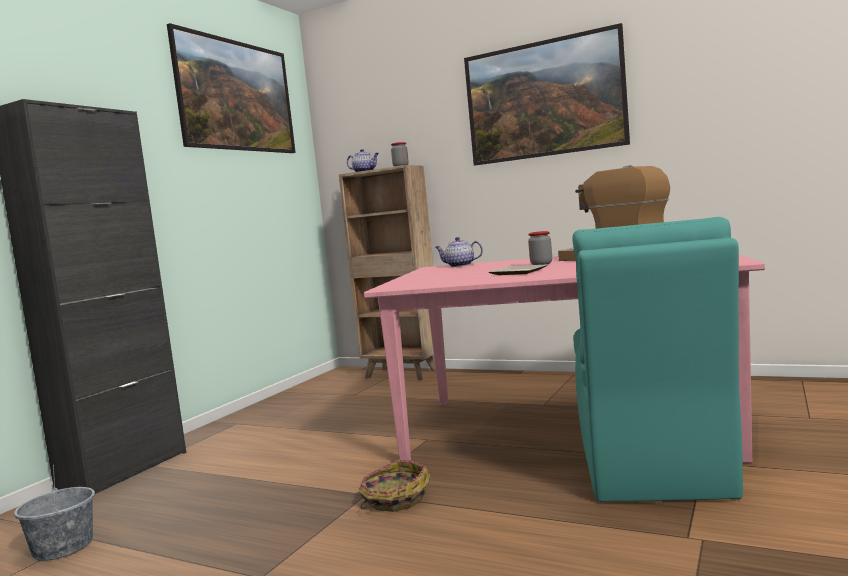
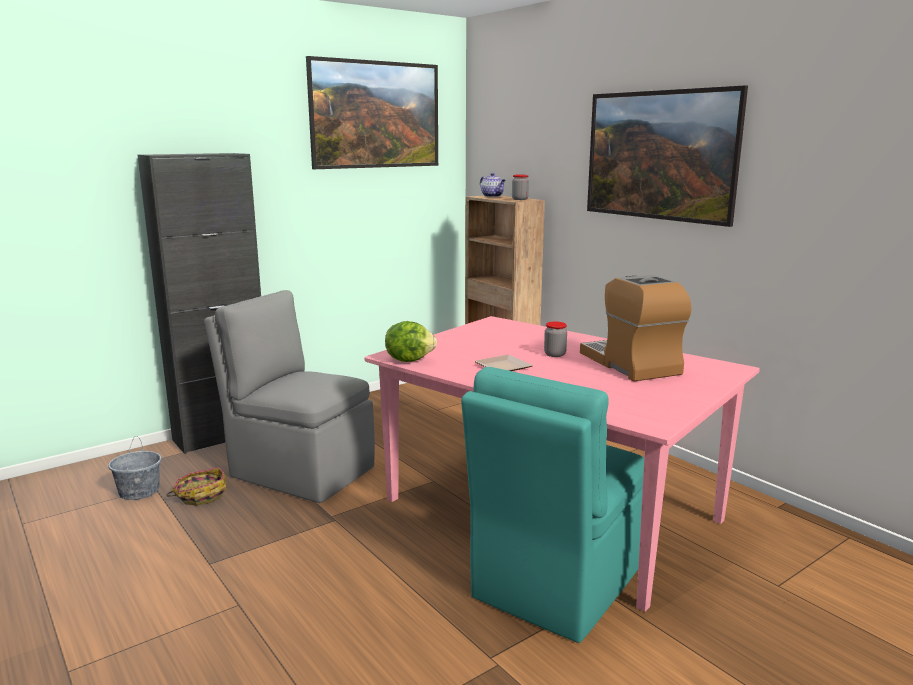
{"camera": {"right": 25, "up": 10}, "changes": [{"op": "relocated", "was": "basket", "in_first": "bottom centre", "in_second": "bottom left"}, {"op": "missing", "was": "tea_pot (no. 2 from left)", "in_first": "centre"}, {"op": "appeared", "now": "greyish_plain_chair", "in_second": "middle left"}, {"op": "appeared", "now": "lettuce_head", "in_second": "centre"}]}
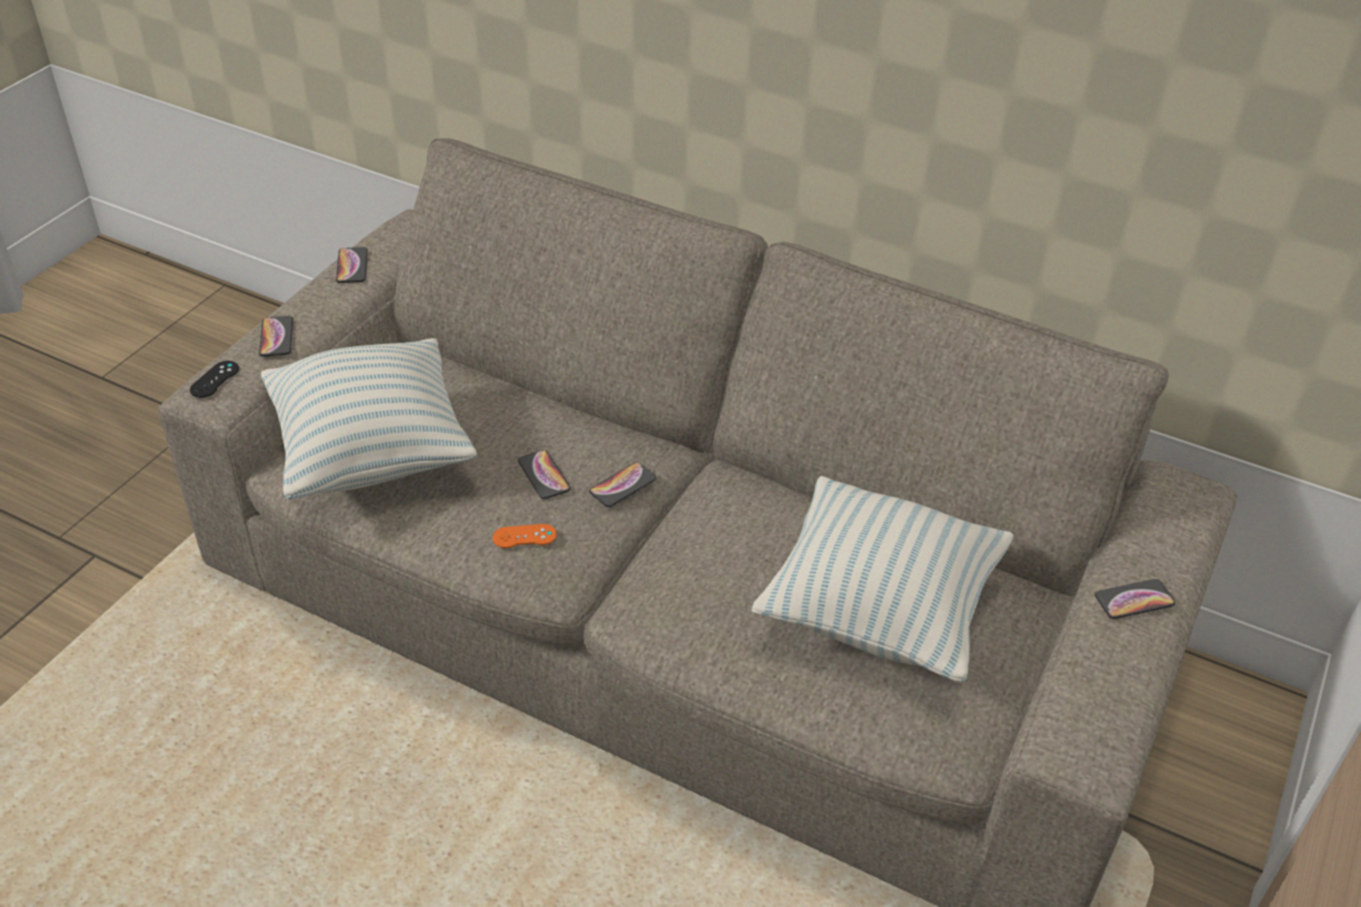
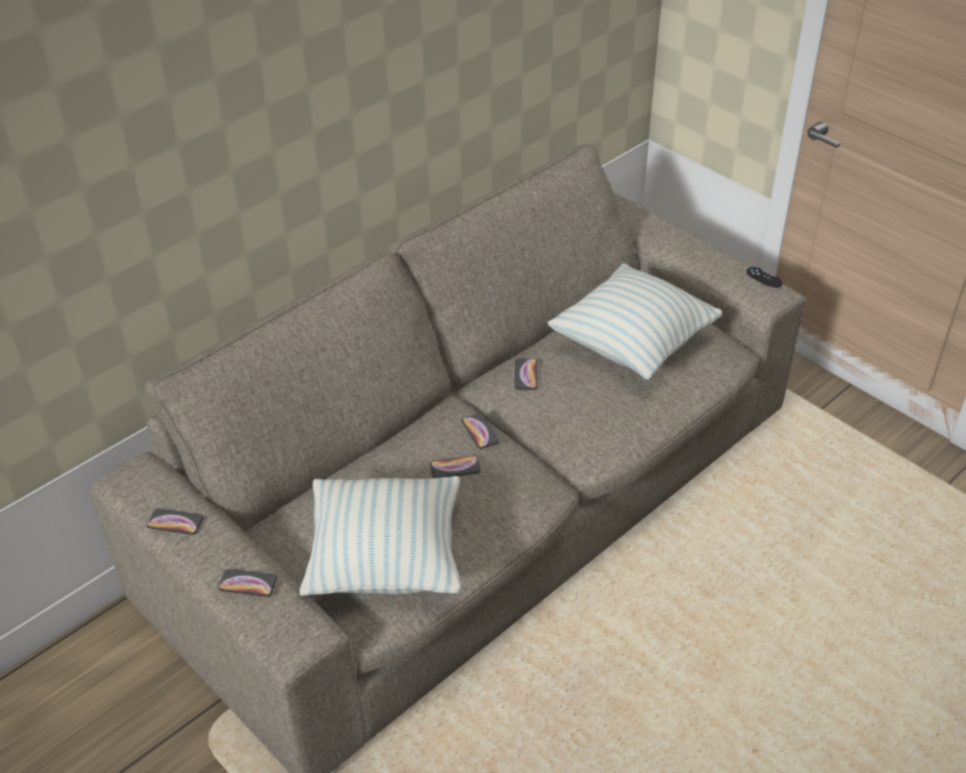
{"camera": {"right": -70, "up": 0}, "changes": [{"op": "relocated", "was": "blackish_gamepad", "in_first": "middle left", "in_second": "middle right"}, {"op": "missing", "was": "orange-coloured_gamepad", "in_first": "centre"}, {"op": "relocated", "was": "handset (no. 5 from left)", "in_first": "middle right", "in_second": "centre"}]}
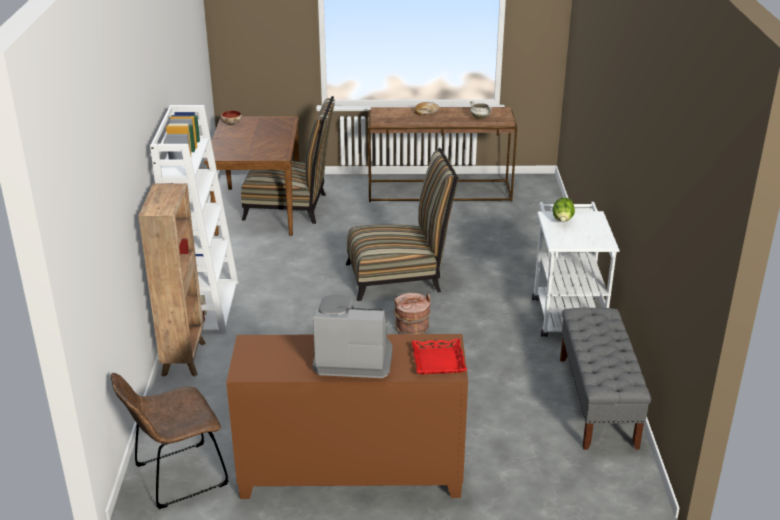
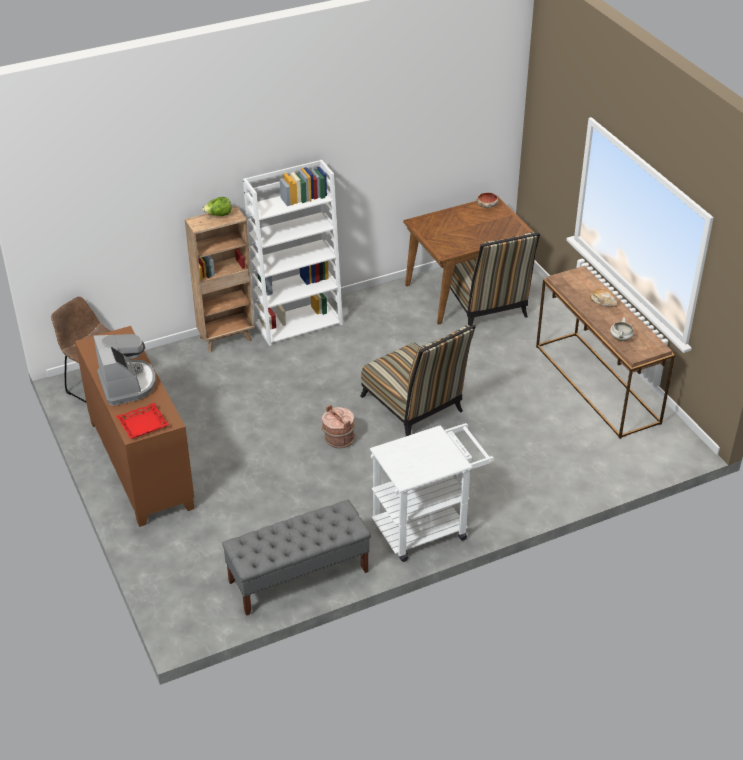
{"camera": {"right": 65, "up": 10}, "changes": [{"op": "relocated", "was": "lettuce_head", "in_first": "middle right", "in_second": "top left"}]}
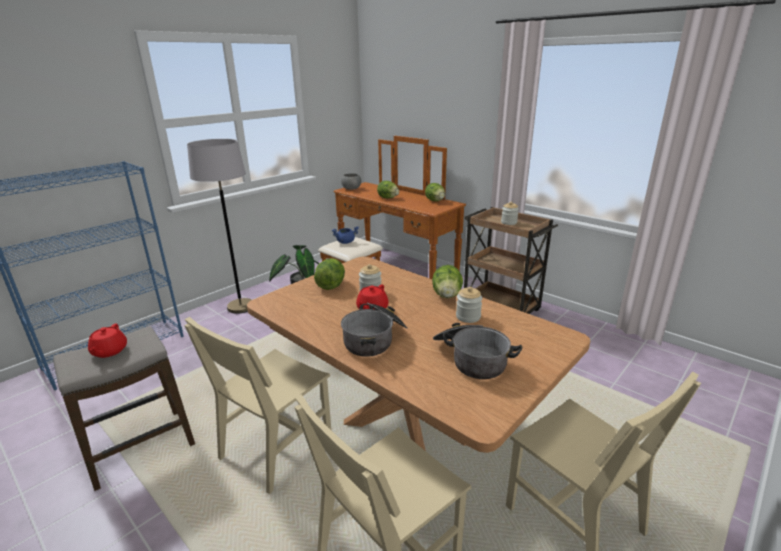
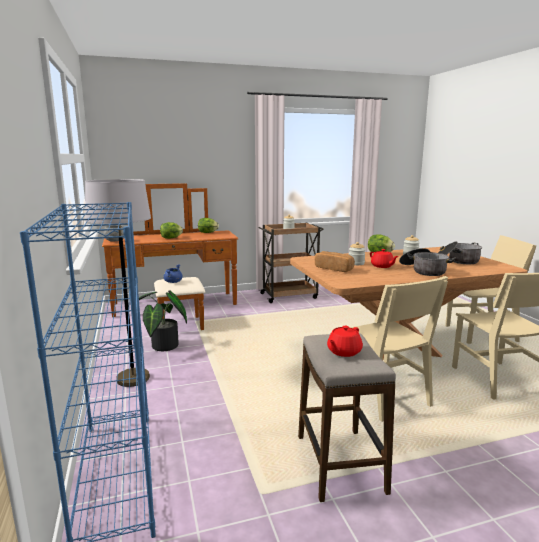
{"camera": {"right": -60, "up": -10}, "changes": [{"op": "spun", "was": "reddish_tea_pot (no. 1 from left)", "in_first": "middle left", "in_second": "centre", "clockwise": 105}, {"op": "exchanged", "was": "lettuce_head (no. 1 from left)", "now": "bread", "in_first": "centre", "in_second": "centre"}]}
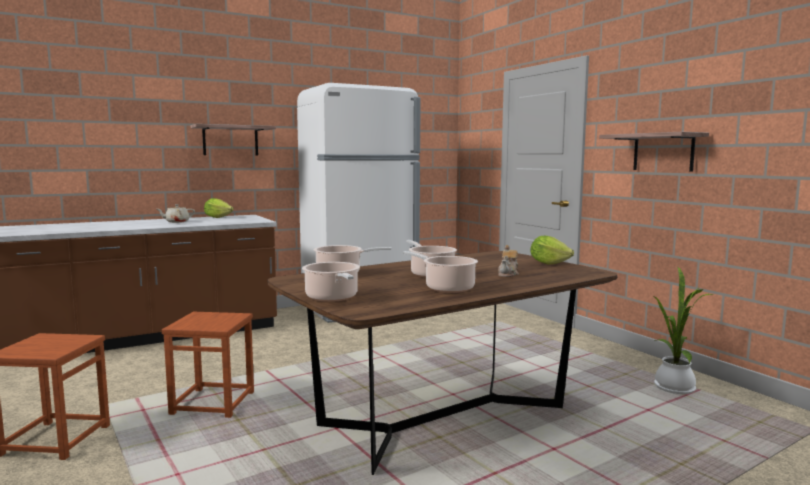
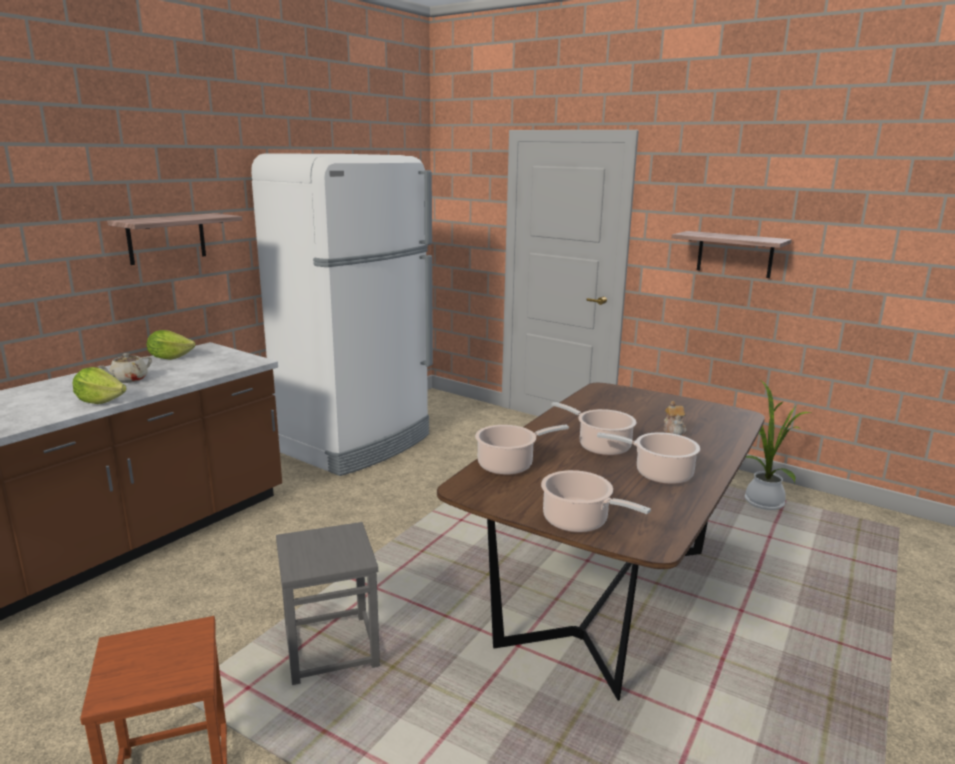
{"camera": {"right": -25, "up": 10}, "changes": [{"op": "colour", "was": "brown_sitting_stool (no. 2 from left)", "now": "greyish_sitting_stool", "in_first": "bottom left", "in_second": "bottom centre"}, {"op": "relocated", "was": "lettuce_head (no. 2 from left in the first image)", "now": "lettuce_head (no. 1 from left)", "in_first": "middle right", "in_second": "middle left"}]}
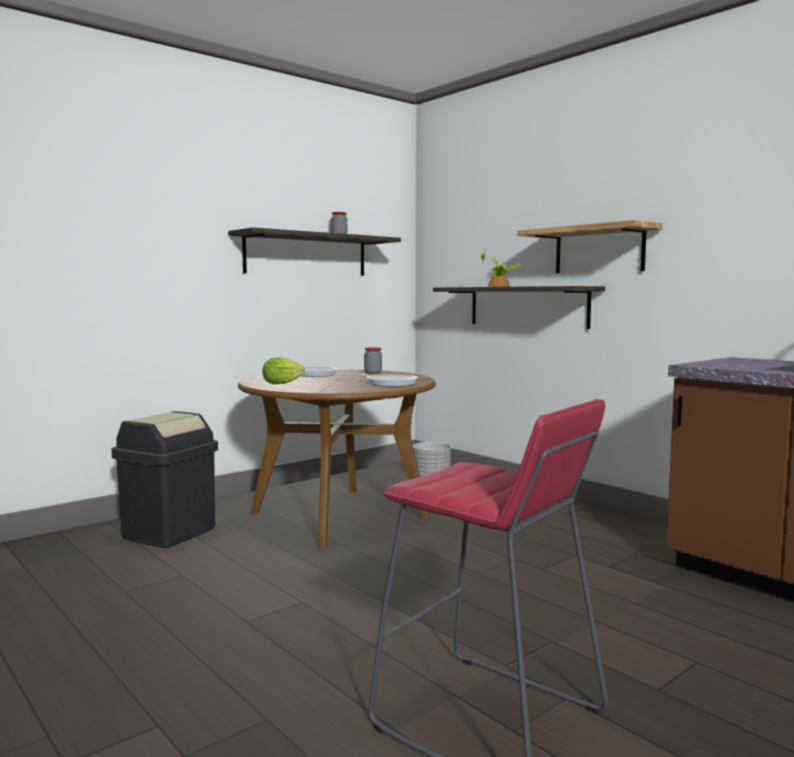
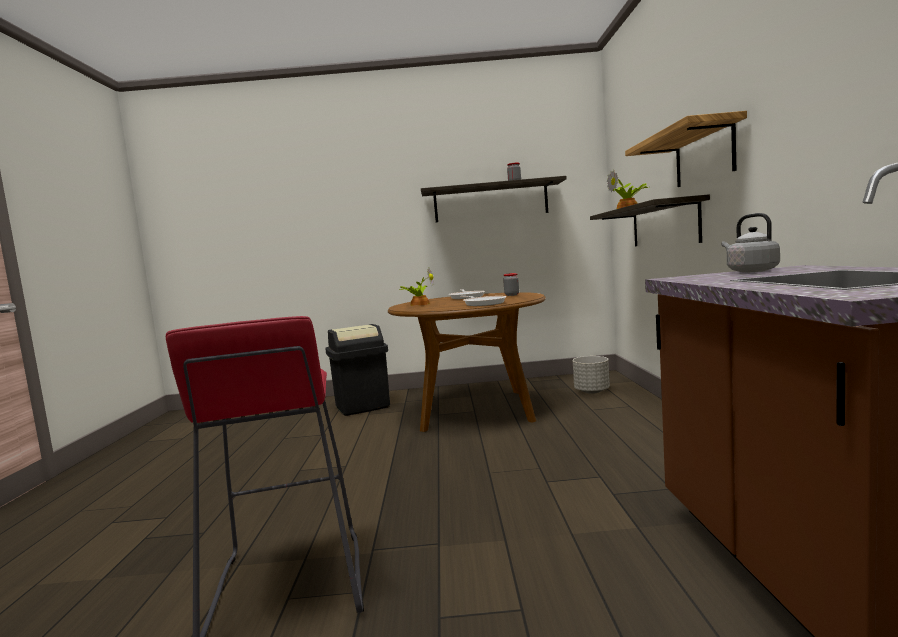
{"camera": {"right": 40, "up": 0}, "changes": [{"op": "exchanged", "was": "lettuce_head", "now": "plant_in_a_pot (no. 1 from left)", "in_first": "centre", "in_second": "centre"}, {"op": "appeared", "now": "greyish_water_kettle", "in_second": "middle right"}]}
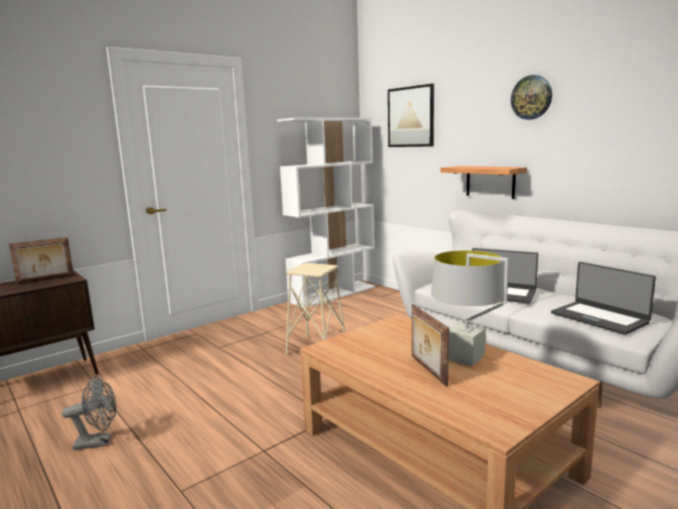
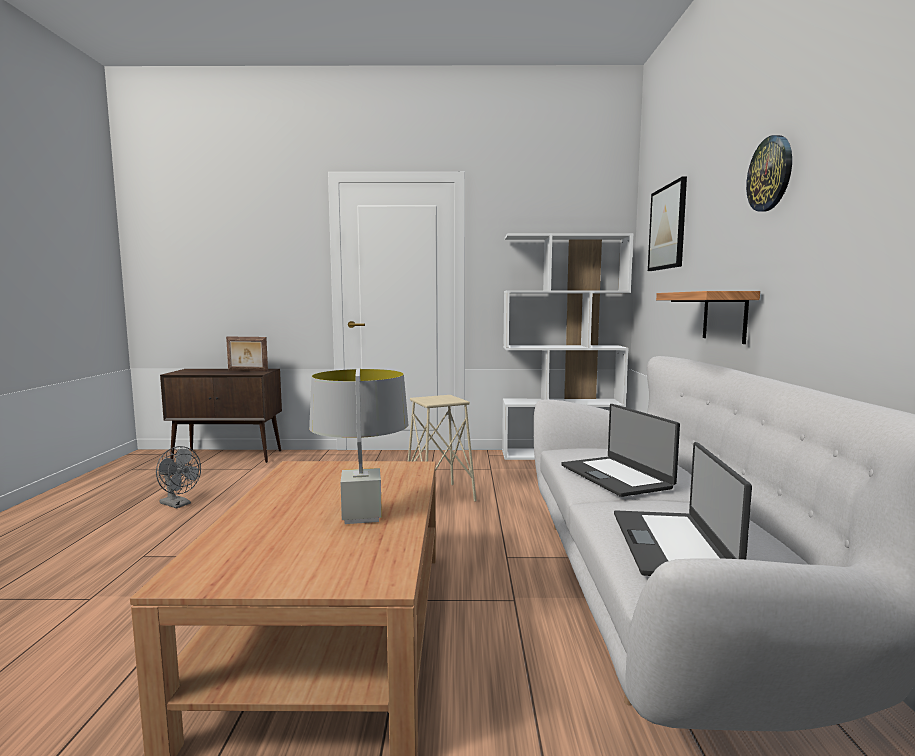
{"camera": {"right": 40, "up": -5}, "changes": [{"op": "missing", "was": "photo_frame (no. 2 from left)", "in_first": "bottom centre"}]}
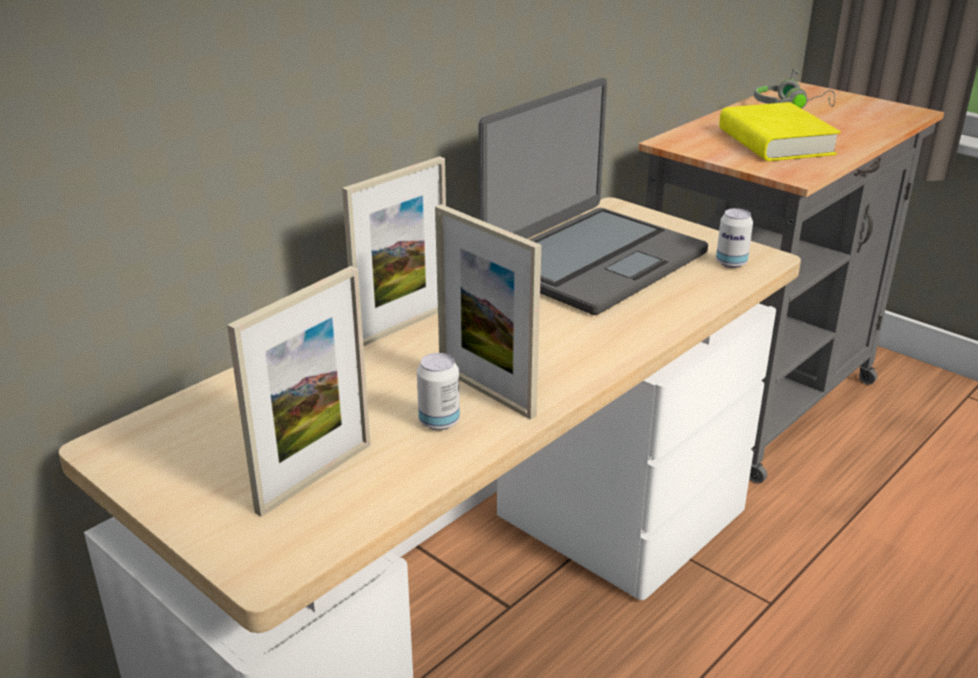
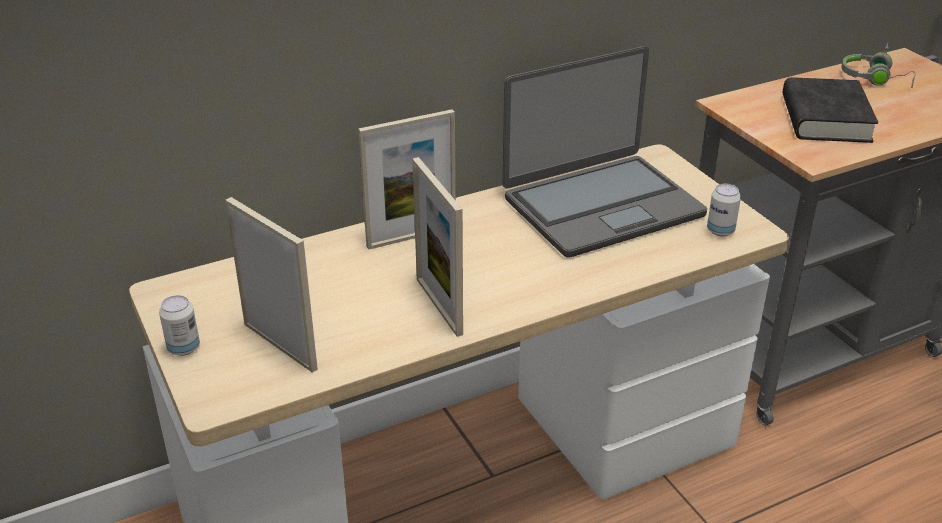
{"camera": {"right": 20, "up": 5}, "changes": [{"op": "spun", "was": "photo_frame (no. 1 from left)", "in_first": "middle left", "in_second": "middle left", "clockwise": -105}, {"op": "relocated", "was": "sealed_can (no. 1 from left)", "in_first": "centre", "in_second": "middle left"}, {"op": "colour", "was": "yellow-coloured_volume", "now": "blackish_volume", "in_first": "top right", "in_second": "top right"}]}
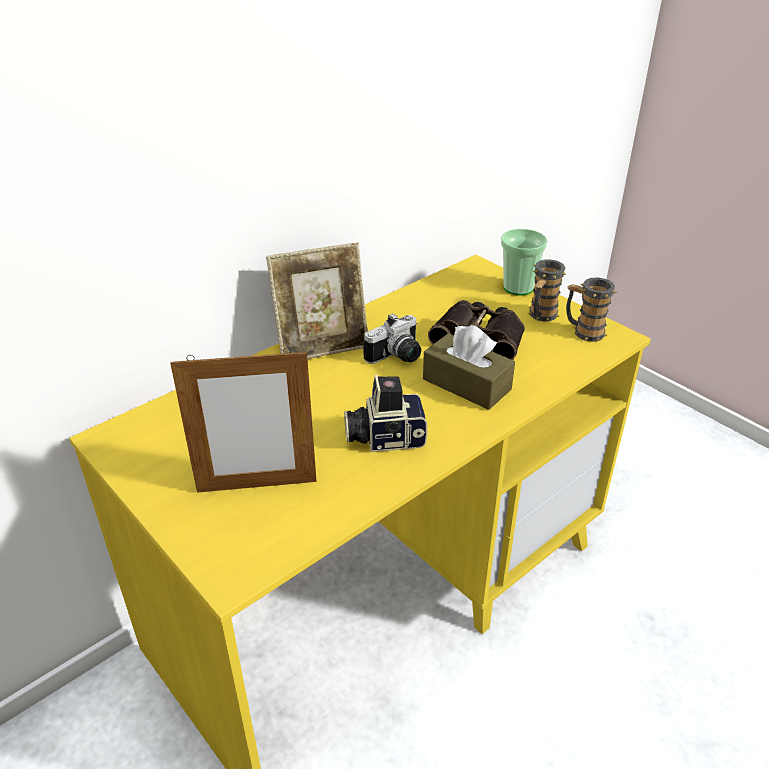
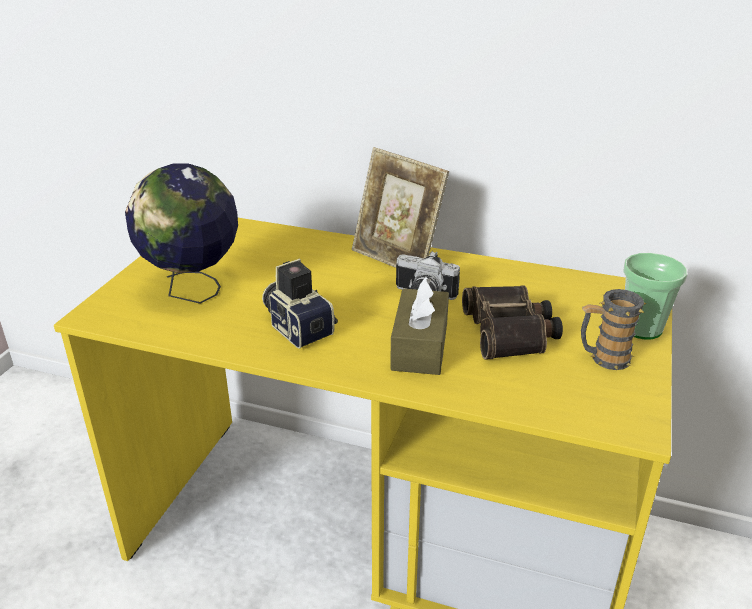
{"camera": {"right": 60, "up": -5}, "changes": [{"op": "exchanged", "was": "photo_frame (no. 1 from left)", "now": "desk_globe", "in_first": "middle left", "in_second": "middle left"}, {"op": "missing", "was": "mug (no. 2 from left)", "in_first": "middle right"}]}
